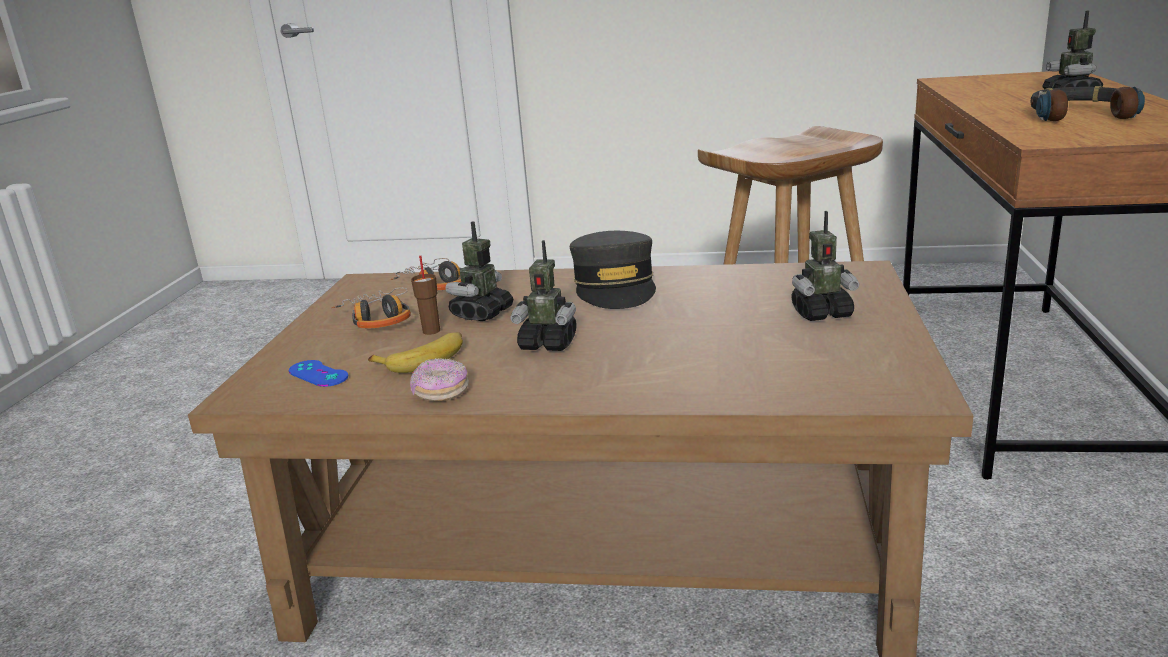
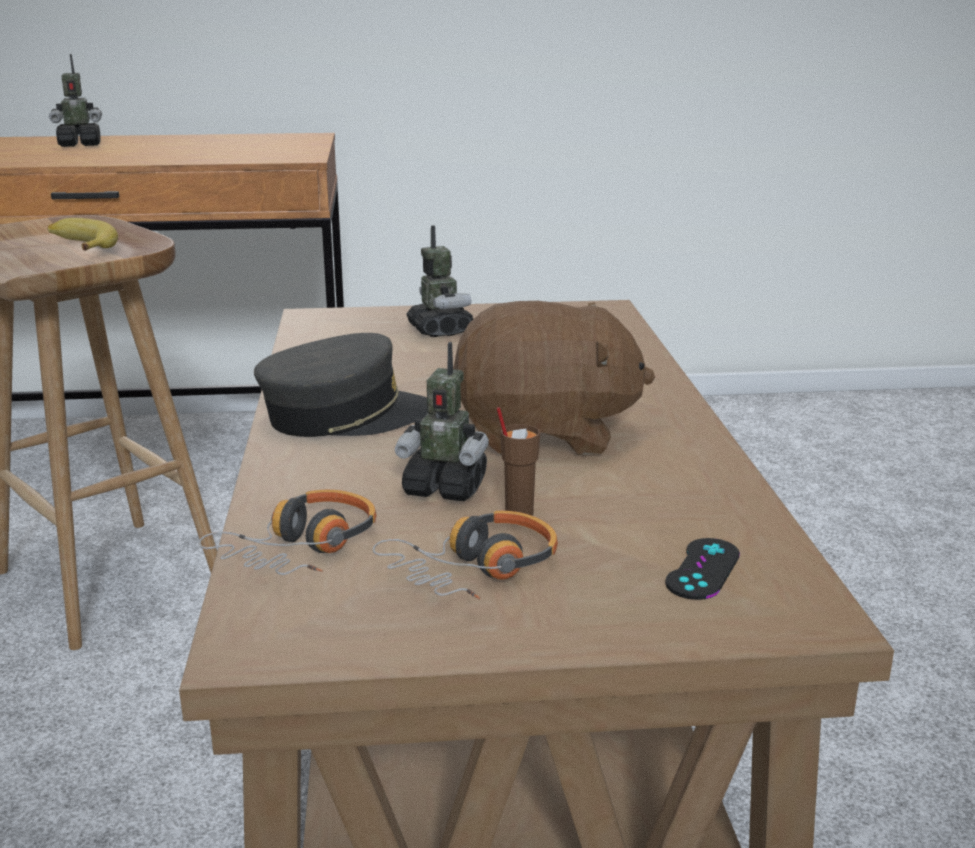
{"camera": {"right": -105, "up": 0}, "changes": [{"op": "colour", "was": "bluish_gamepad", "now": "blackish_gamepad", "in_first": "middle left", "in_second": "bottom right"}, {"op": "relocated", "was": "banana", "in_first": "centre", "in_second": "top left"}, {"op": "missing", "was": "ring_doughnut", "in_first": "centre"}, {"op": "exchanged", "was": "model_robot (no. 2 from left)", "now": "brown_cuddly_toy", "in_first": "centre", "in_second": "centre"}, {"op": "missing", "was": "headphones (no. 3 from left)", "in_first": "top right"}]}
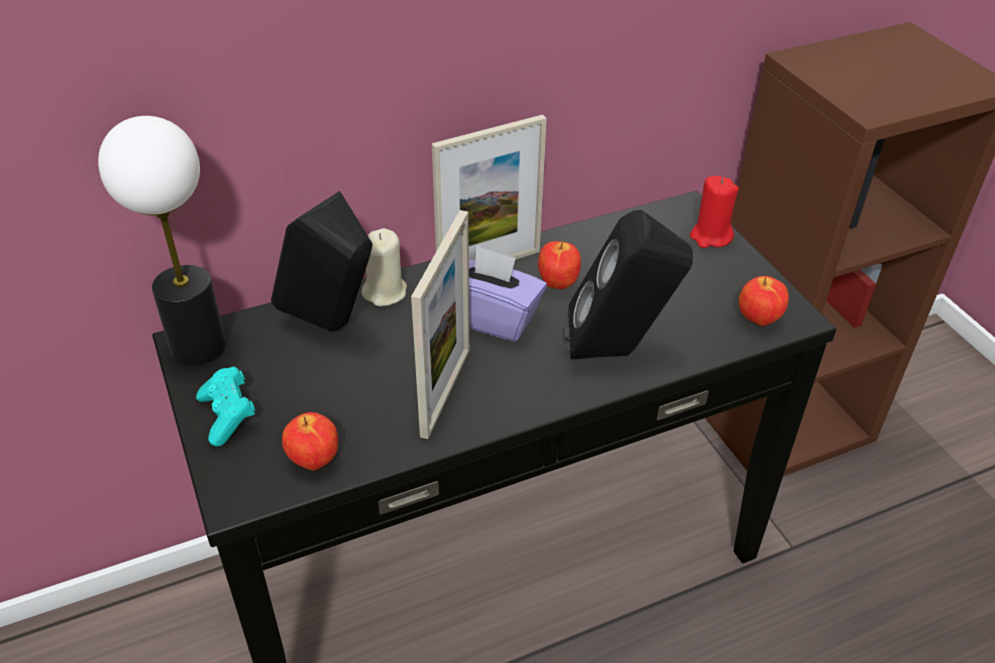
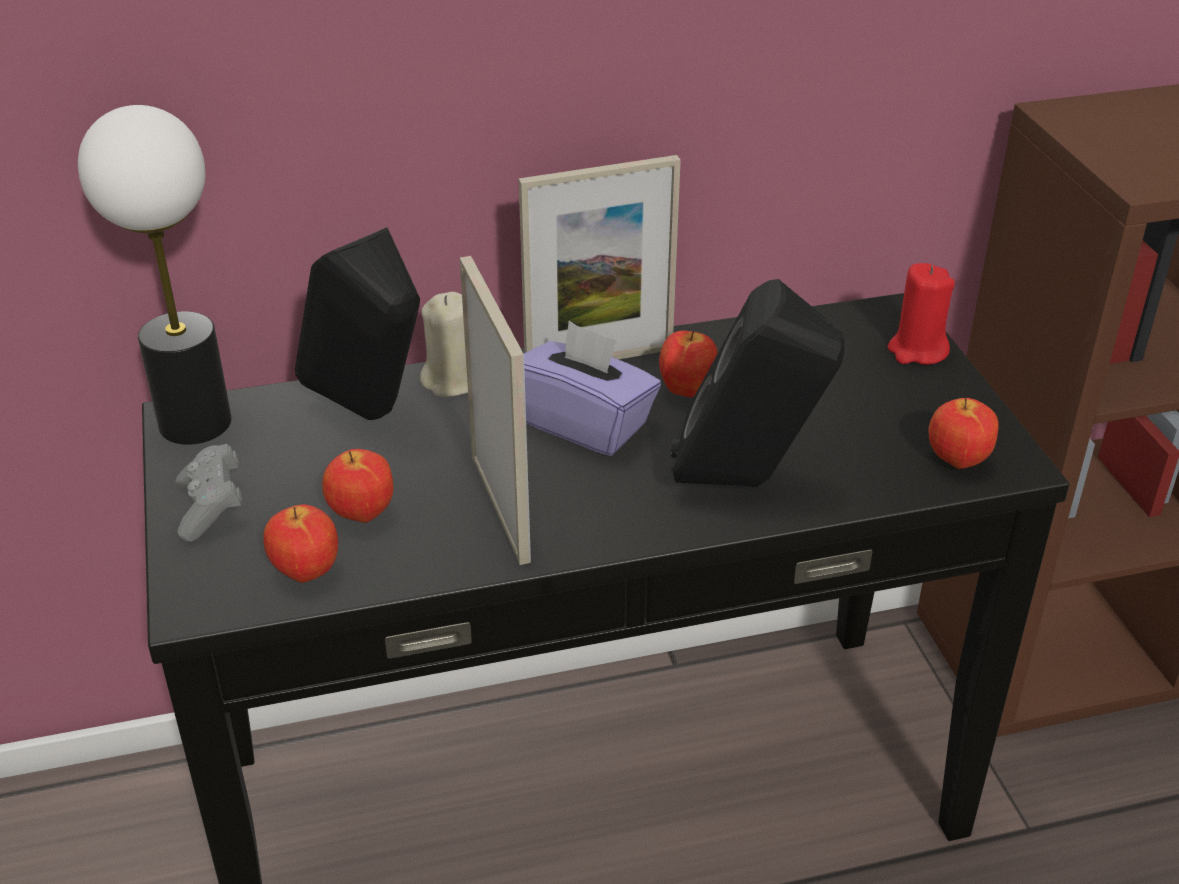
{"camera": {"right": 10, "up": -5}, "changes": [{"op": "colour", "was": "turquoise_gamepad", "now": "greyish_gamepad", "in_first": "middle left", "in_second": "middle left"}, {"op": "spun", "was": "photo_frame (no. 1 from left)", "in_first": "centre", "in_second": "centre", "clockwise": -45}, {"op": "appeared", "now": "apple_fruit (no. 2 from left)", "in_second": "middle left"}]}
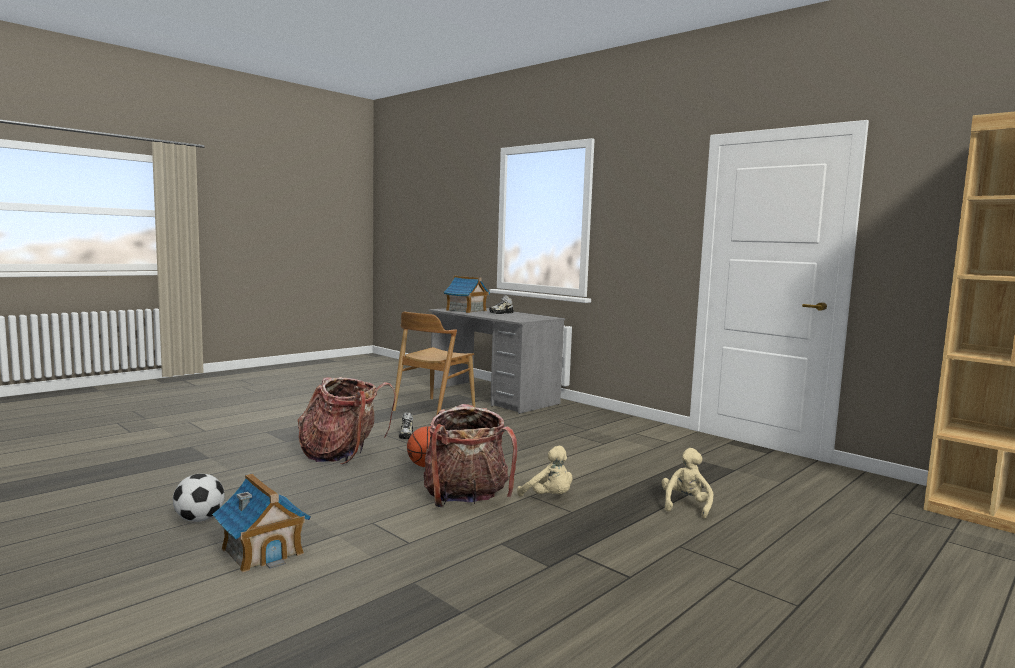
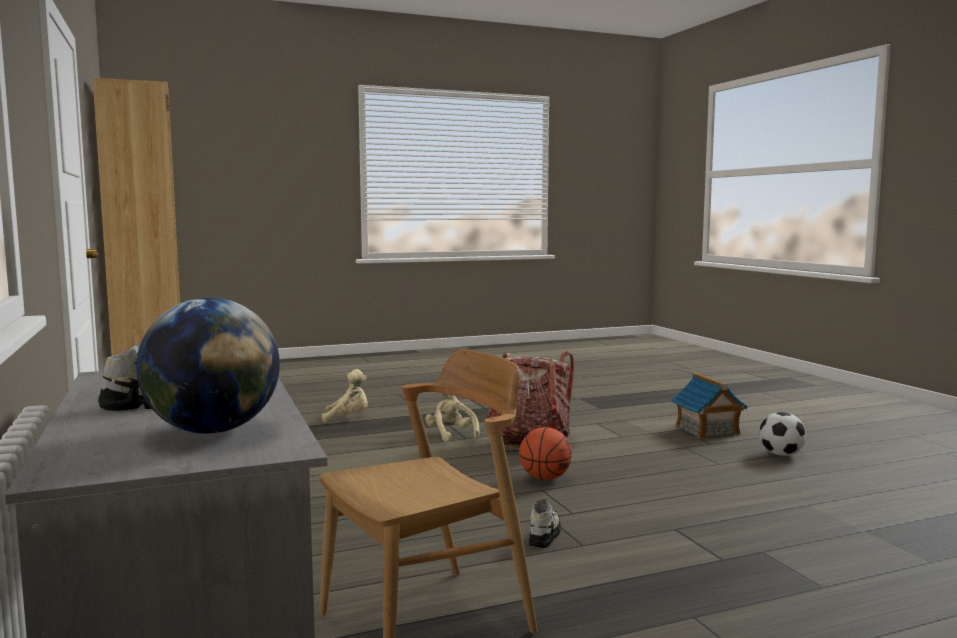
{"camera": {"right": -155, "up": 0}, "changes": [{"op": "missing", "was": "knapsack (no. 1 from left)", "in_first": "centre"}, {"op": "exchanged", "was": "toy_house (no. 2 from left)", "now": "desk_globe", "in_first": "centre", "in_second": "middle left"}, {"op": "spun", "was": "sand-coloured_cuddly_toy (no. 2 from left in the first image)", "in_first": "bottom right", "in_second": "centre", "clockwise": -135}]}
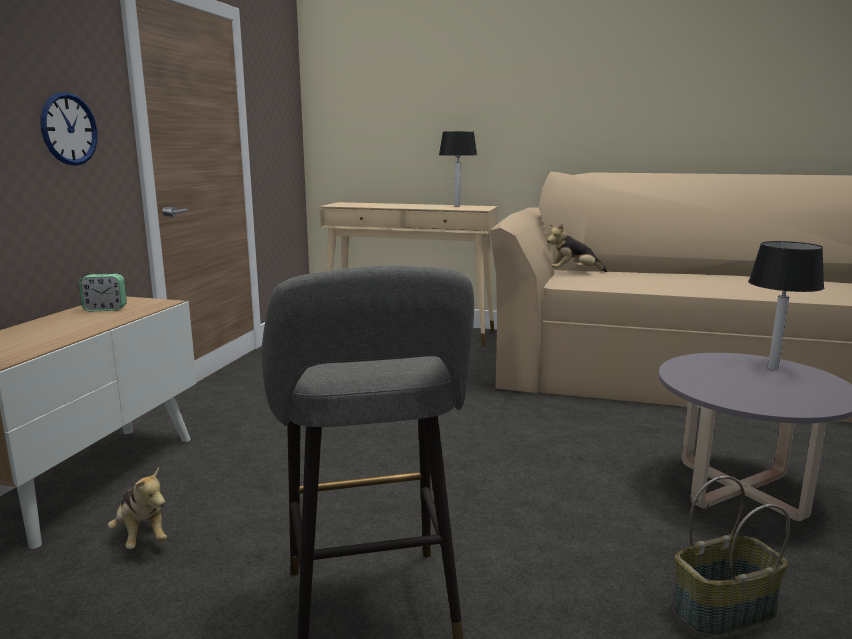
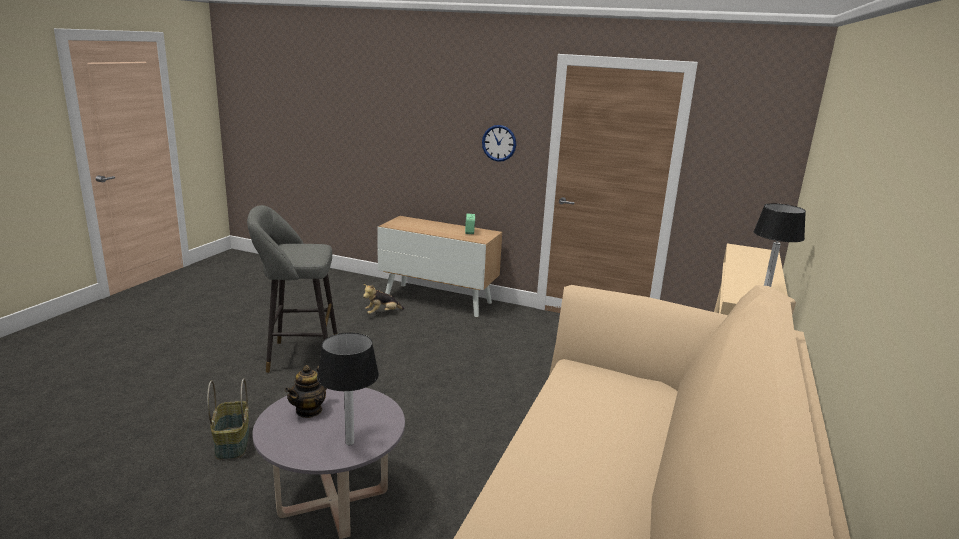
{"camera": {"right": 95, "up": 5}, "changes": [{"op": "missing", "was": "cuddly_toy (no. 2 from left)", "in_first": "middle right"}, {"op": "appeared", "now": "tea_pot", "in_second": "bottom left"}]}
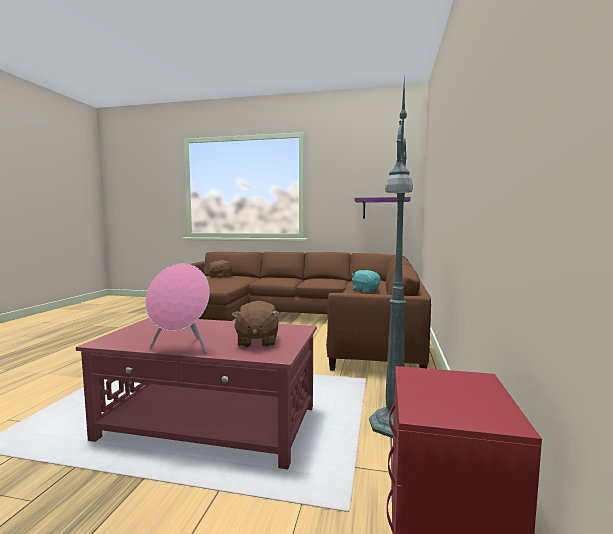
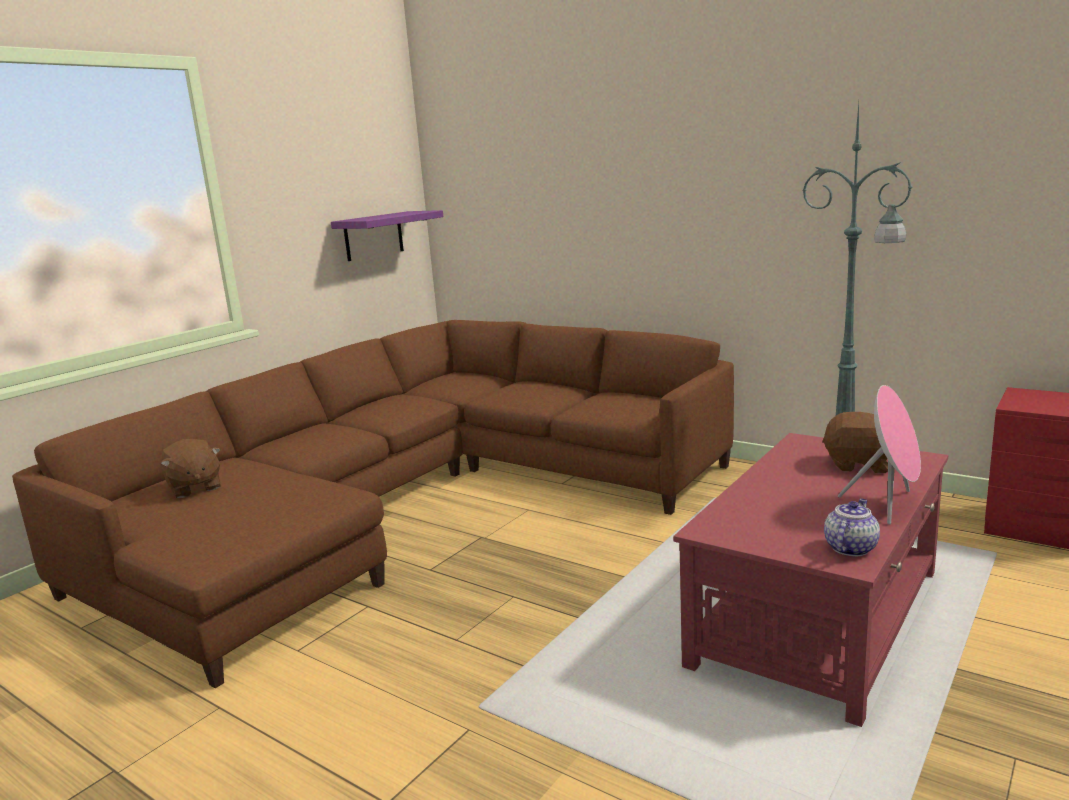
{"camera": {"right": -65, "up": 10}, "changes": [{"op": "missing", "was": "turquoise_cuddly_toy", "in_first": "centre"}, {"op": "appeared", "now": "tea_pot", "in_second": "middle right"}]}
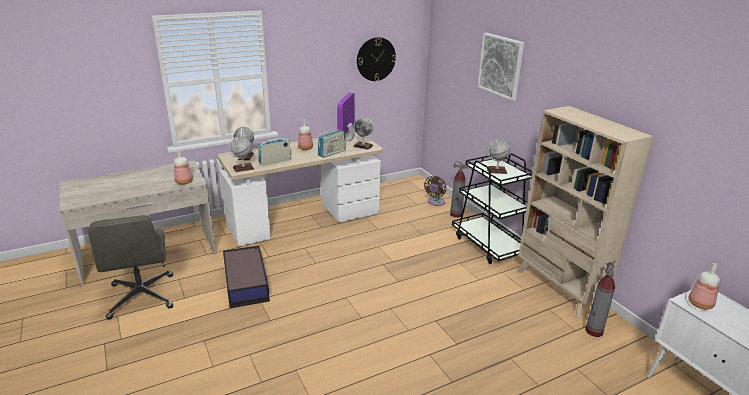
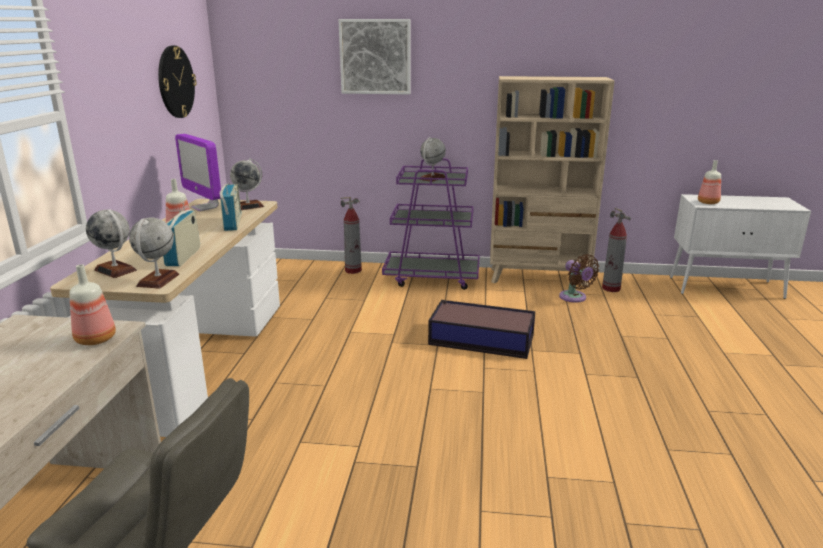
{"camera": {"right": -55, "up": -5}, "changes": [{"op": "relocated", "was": "storage_bin", "in_first": "bottom left", "in_second": "centre"}, {"op": "relocated", "was": "brown_cooling_fan", "in_first": "centre", "in_second": "middle right"}, {"op": "colour", "was": "blackish_wheeled_cart", "now": "purplish_wheeled_cart", "in_first": "centre", "in_second": "centre"}]}
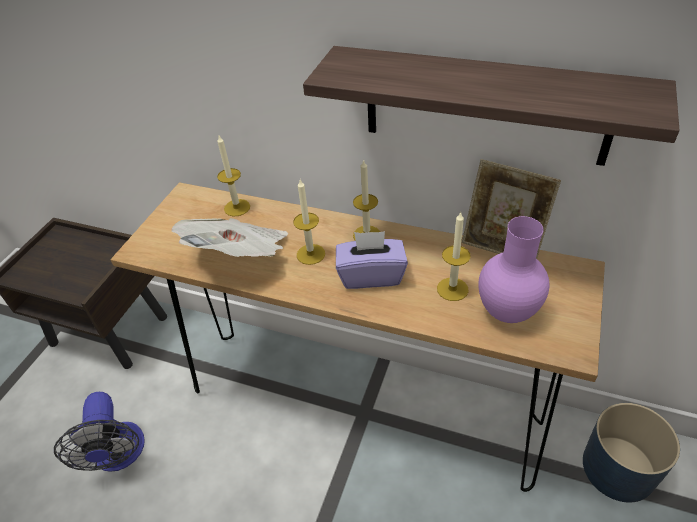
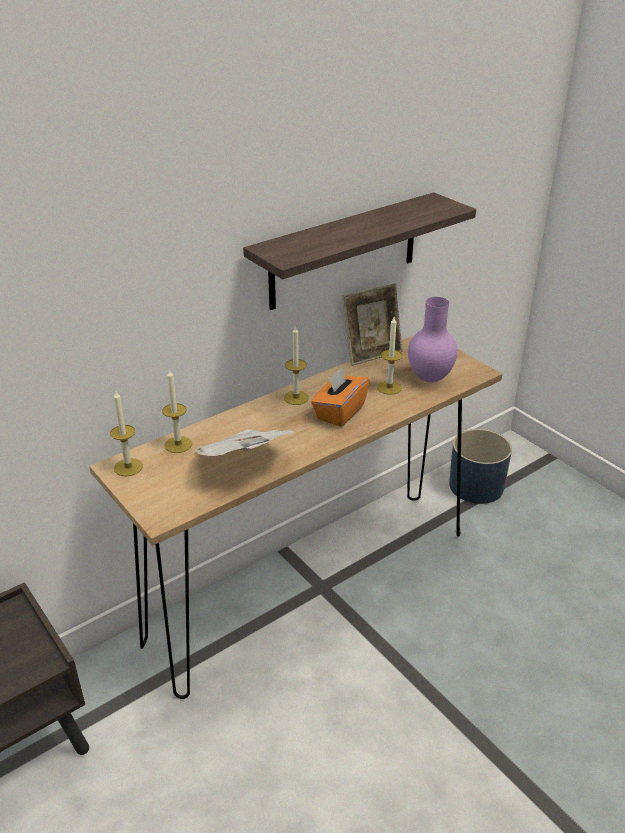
{"camera": {"right": -60, "up": -10}, "changes": [{"op": "missing", "was": "cooling_fan", "in_first": "bottom left"}, {"op": "relocated", "was": "candle (no. 2 from left in the first image)", "now": "candle (no. 1 from left)", "in_first": "centre", "in_second": "middle left"}, {"op": "colour", "was": "purplish_tissue_box", "now": "orange-coloured_tissue_box", "in_first": "centre", "in_second": "centre"}]}
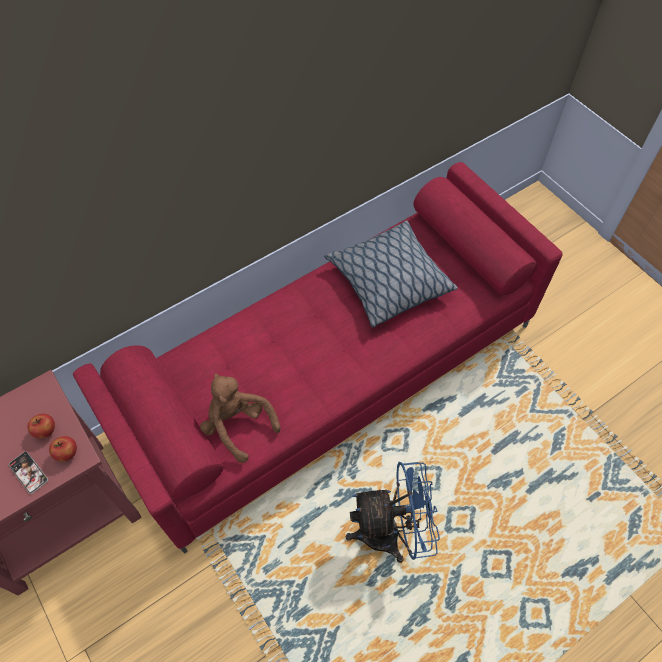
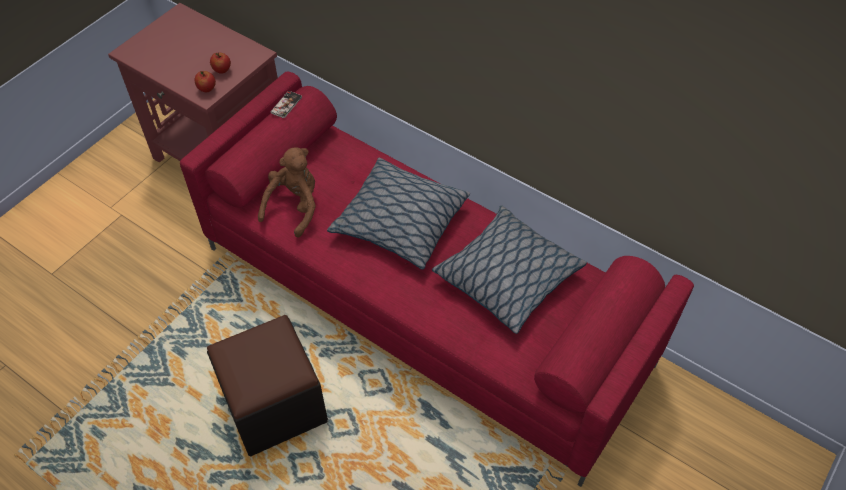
{"camera": {"right": 70, "up": -5}, "changes": [{"op": "relocated", "was": "handset", "in_first": "bottom left", "in_second": "top centre"}, {"op": "exchanged", "was": "bluish_cooling_fan", "now": "blackish_footrest", "in_first": "bottom centre", "in_second": "bottom left"}, {"op": "appeared", "now": "throw_pillow (no. 1 from left)", "in_second": "centre"}]}
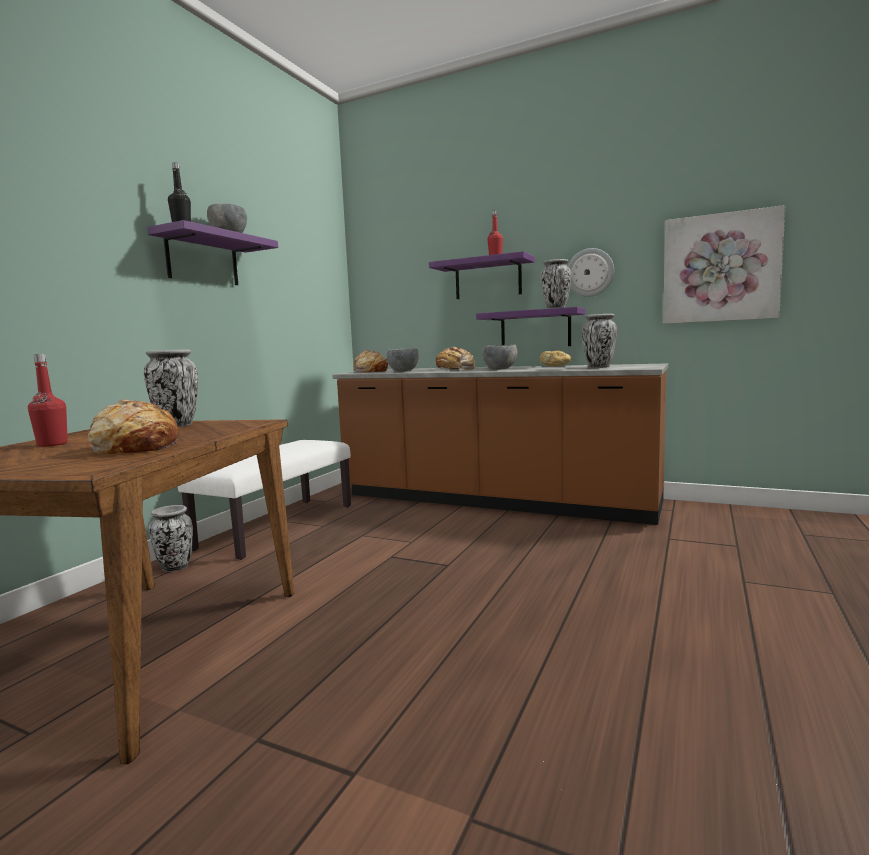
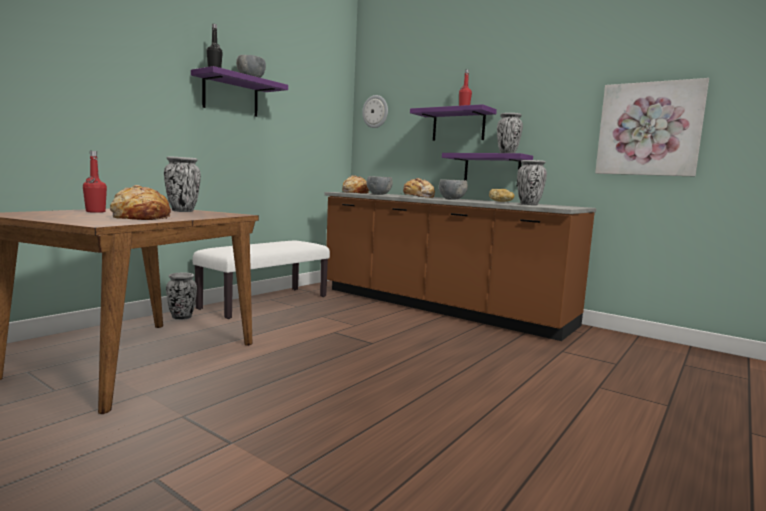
{"camera": {"right": 10, "up": 0}, "changes": [{"op": "relocated", "was": "hanging_clock", "in_first": "top right", "in_second": "top centre"}]}
